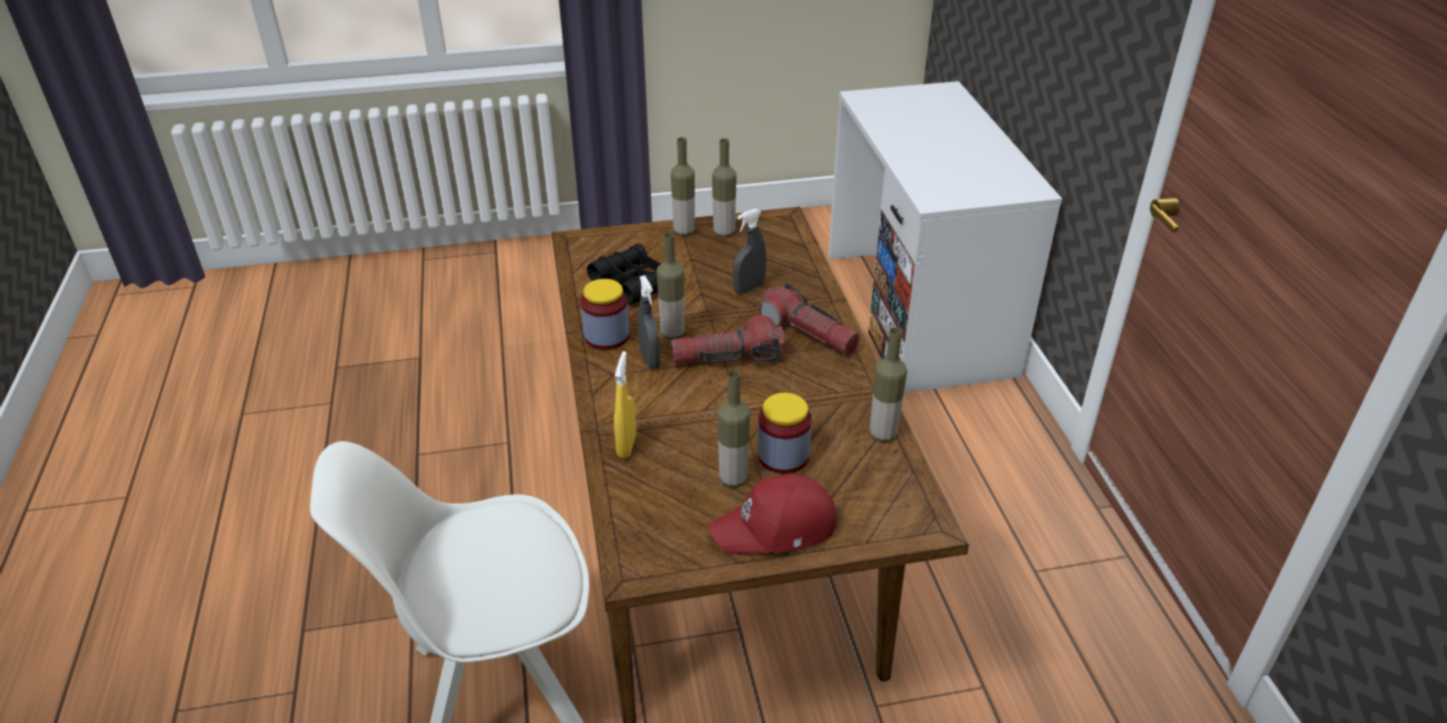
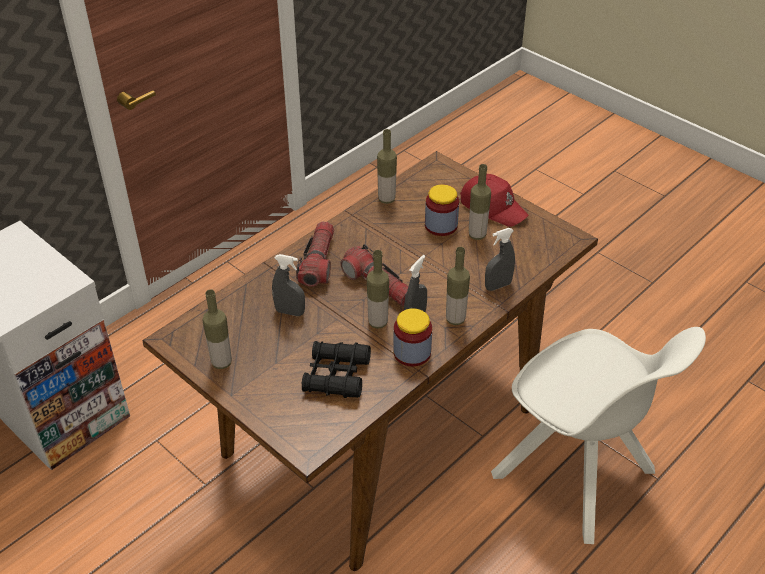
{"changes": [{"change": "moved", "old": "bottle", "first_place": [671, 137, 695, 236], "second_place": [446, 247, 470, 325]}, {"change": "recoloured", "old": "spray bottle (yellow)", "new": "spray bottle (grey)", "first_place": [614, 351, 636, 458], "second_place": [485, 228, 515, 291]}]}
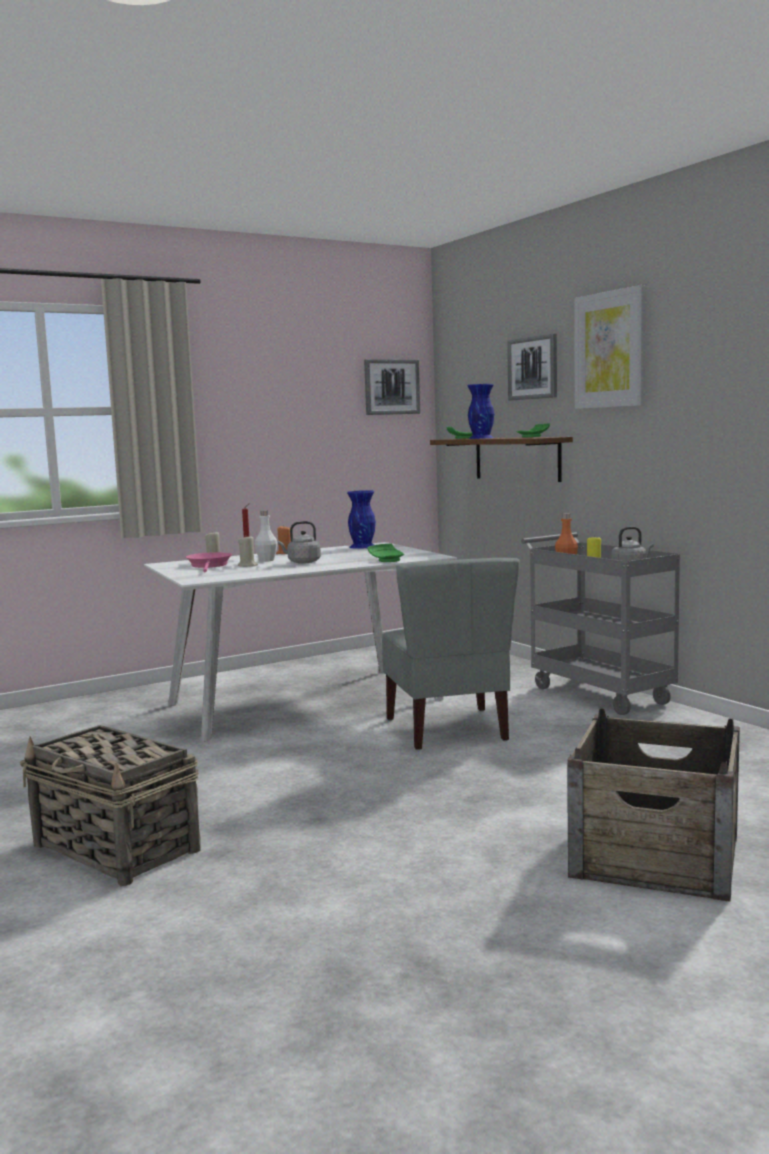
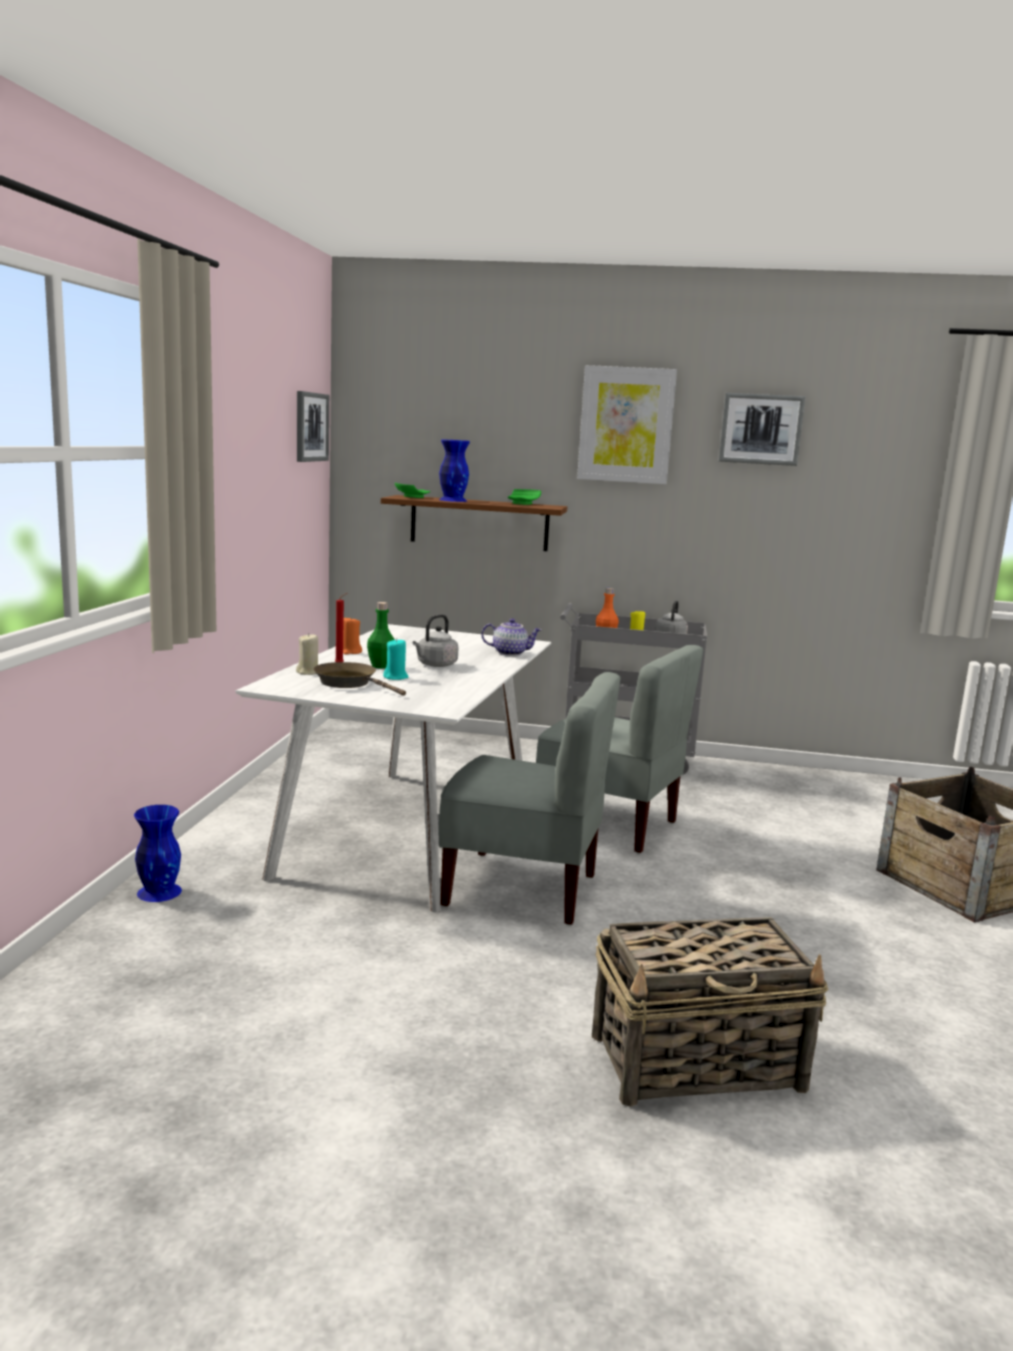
{"changes": [{"change": "moved", "old": "picture", "first_place": [507, 334, 557, 400], "second_place": [719, 393, 806, 466]}, {"change": "moved", "old": "vase (blue)", "first_place": [347, 490, 376, 549], "second_place": [134, 805, 182, 902]}, {"change": "recoloured", "old": "bottle (white)", "new": "bottle (green)", "first_place": [254, 510, 278, 562], "second_place": [367, 602, 395, 669]}, {"change": "recoloured", "old": "candle (beige)", "new": "candle (turquoise)", "first_place": [238, 537, 258, 567], "second_place": [383, 638, 408, 680]}, {"change": "replaced", "old": "plate (green)", "new": "teapot", "first_place": [368, 544, 405, 562], "second_place": [481, 618, 541, 656]}, {"change": "recoloured", "old": "frying pan (pink)", "new": "frying pan (brown)", "first_place": [186, 552, 232, 572], "second_place": [313, 662, 406, 696]}, {"change": "added", "new": "chair (grey)", "second_place": [439, 672, 621, 925]}]}
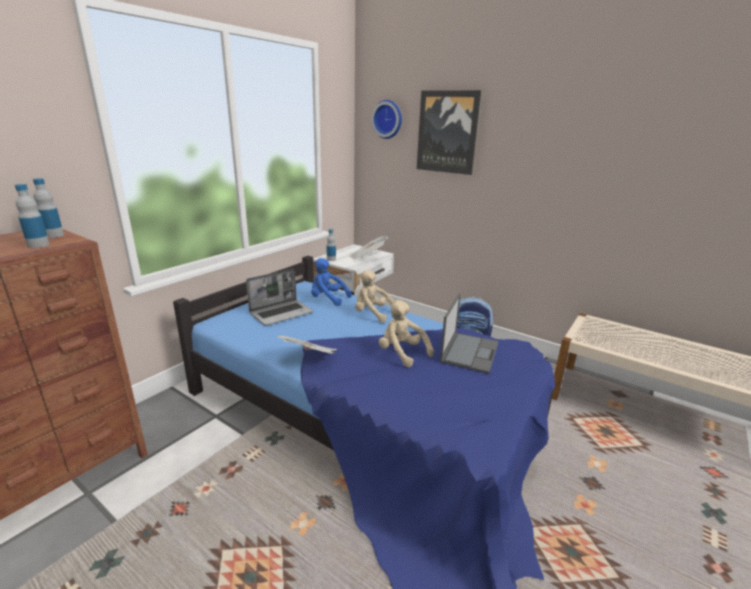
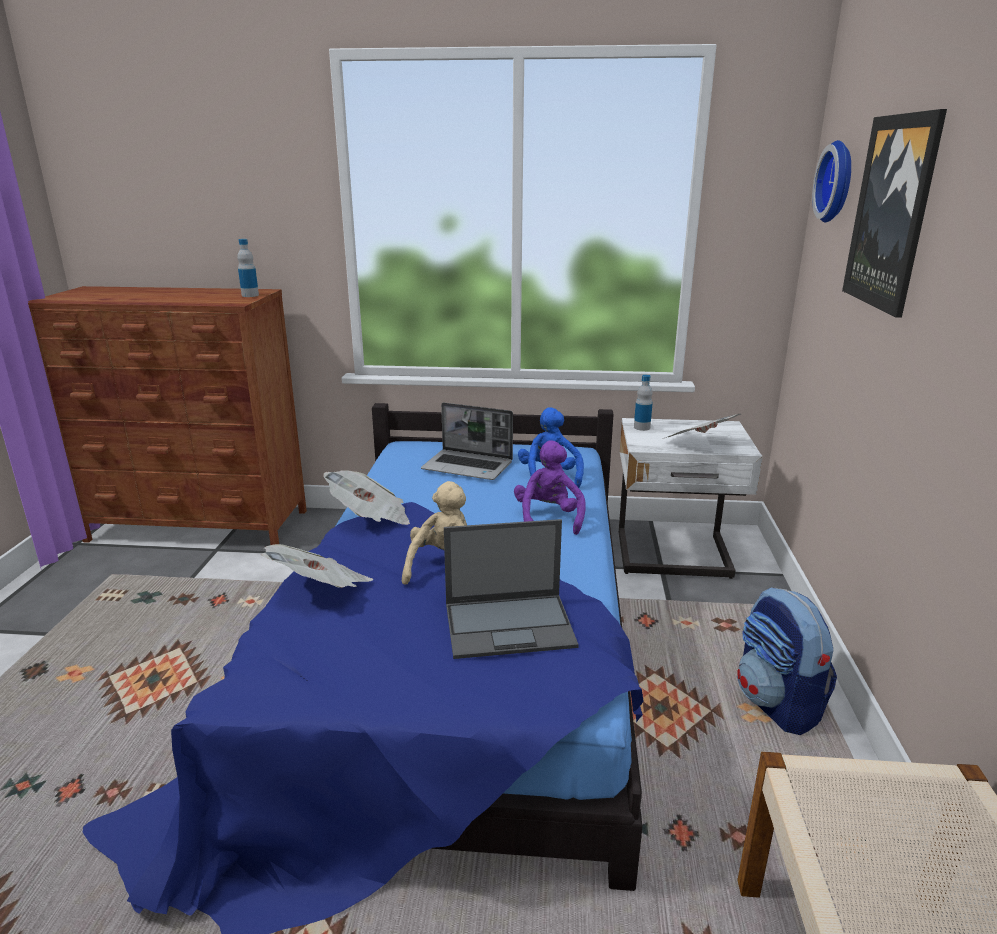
{"changes": [{"change": "removed", "old": "bottle", "first_place": [15, 184, 50, 248]}, {"change": "recoloured", "old": "plush toy (beige)", "new": "plush toy (purple)", "first_place": [355, 270, 394, 322], "second_place": [514, 440, 586, 535]}, {"change": "added", "new": "newspaper", "second_place": [261, 544, 373, 588]}]}
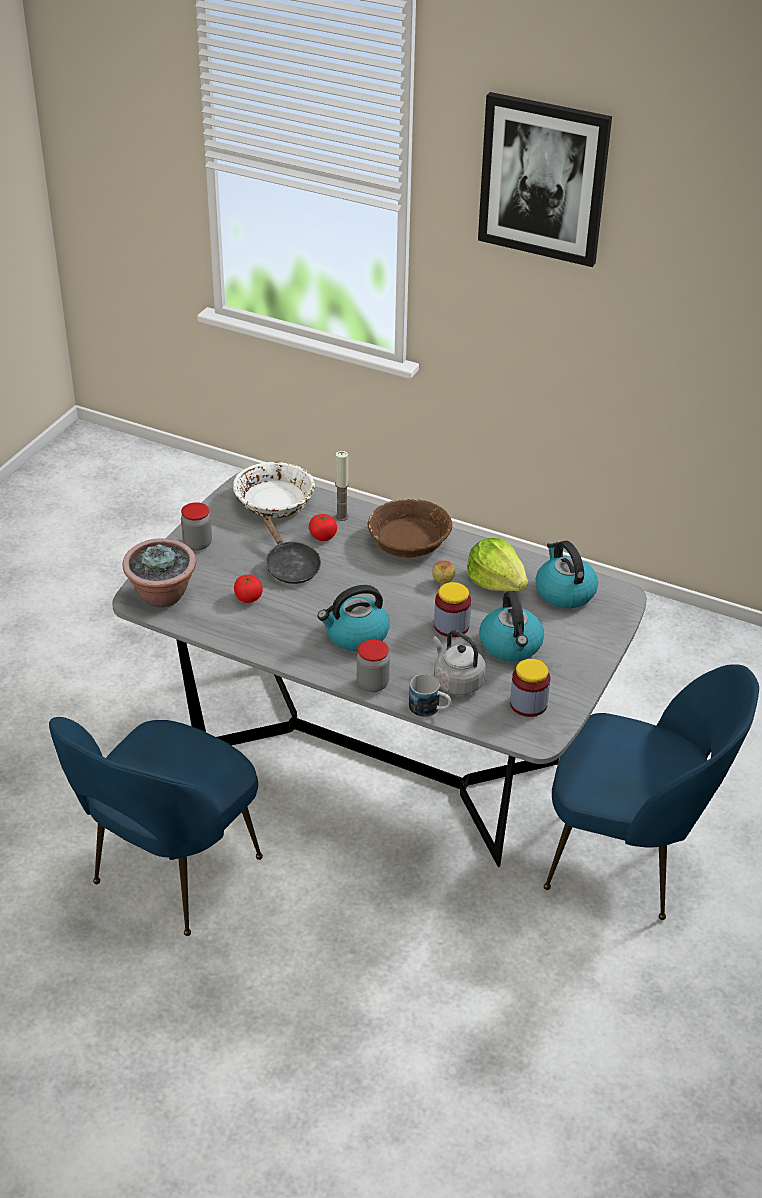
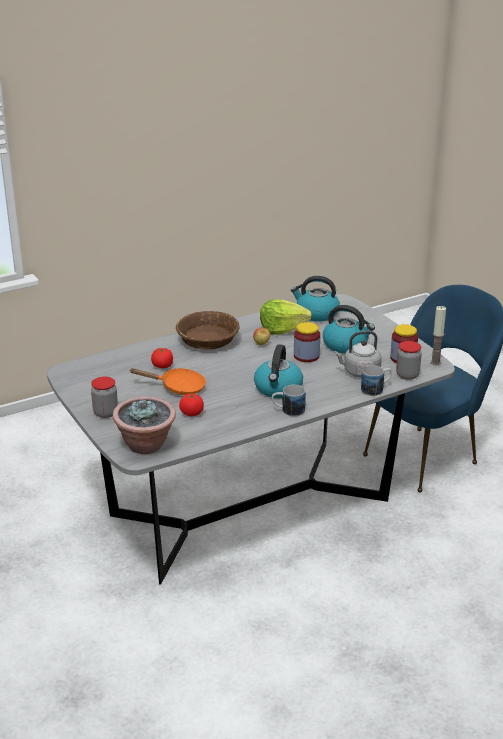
{"changes": [{"change": "removed", "old": "picture", "first_place": [478, 92, 612, 267]}, {"change": "moved", "old": "candle", "first_place": [335, 451, 349, 521], "second_place": [430, 306, 446, 365]}, {"change": "removed", "old": "bowl (white)", "first_place": [233, 462, 315, 518]}, {"change": "recoloured", "old": "frying pan (black)", "new": "frying pan (orange)", "first_place": [263, 516, 321, 584], "second_place": [129, 368, 206, 395]}, {"change": "moved", "old": "jar", "first_place": [357, 640, 390, 692], "second_place": [396, 341, 422, 380]}, {"change": "removed", "old": "chair (blue)", "first_place": [49, 717, 263, 936]}, {"change": "added", "new": "mug", "second_place": [272, 385, 306, 416]}]}
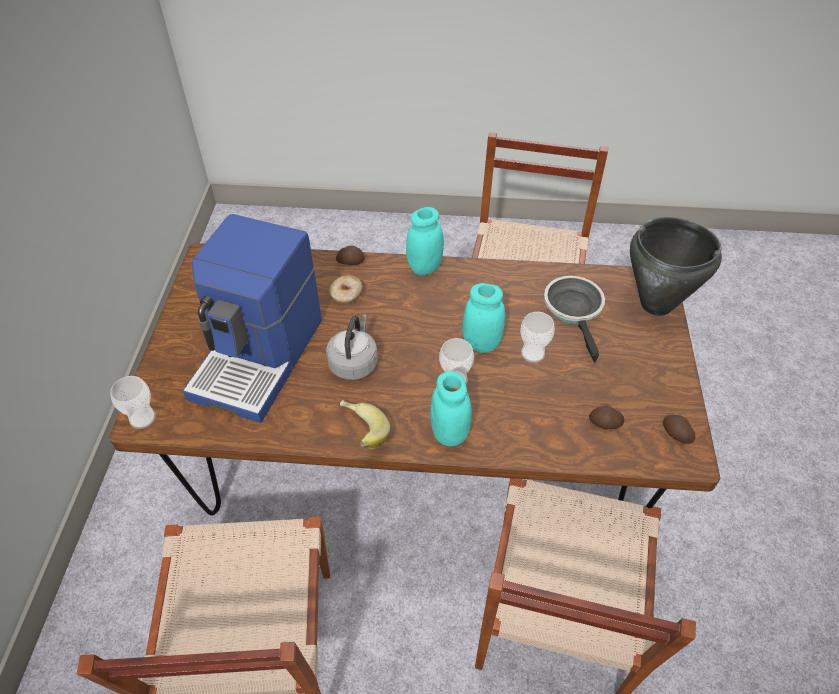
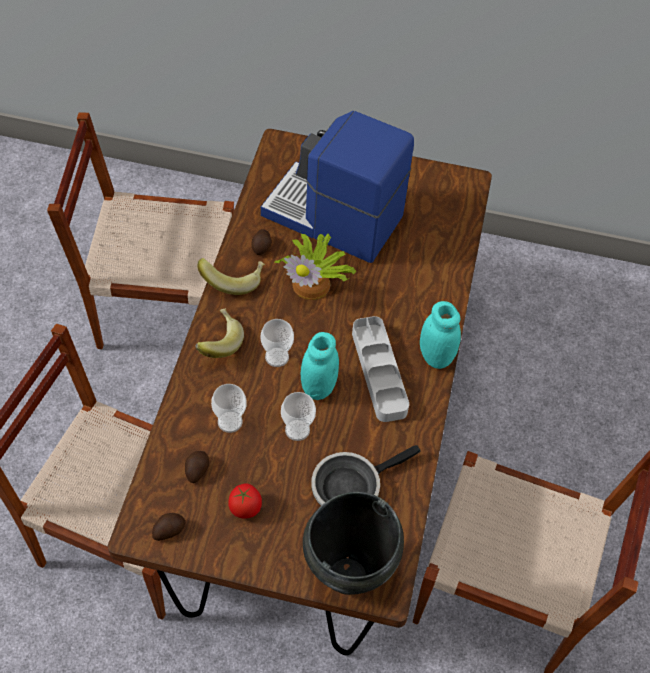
{"changes": [{"change": "moved", "old": "potato", "first_place": [336, 245, 365, 265], "second_place": [252, 229, 272, 255]}, {"change": "removed", "old": "donut", "first_place": [329, 275, 363, 304]}, {"change": "turned", "old": "frying pan", "first_place": [544, 276, 605, 363], "second_place": [311, 445, 421, 506], "degrees": 150}, {"change": "replaced", "old": "kettle (grey)", "new": "potted plant", "first_place": [326, 314, 378, 380], "second_place": [274, 233, 356, 300]}, {"change": "replaced", "old": "jar (turquoise)", "new": "banana", "first_place": [430, 371, 472, 446], "second_place": [195, 308, 244, 358]}, {"change": "moved", "old": "cup", "first_place": [110, 376, 156, 429], "second_place": [211, 384, 246, 433]}, {"change": "added", "new": "tray (grey)", "second_place": [352, 316, 409, 422]}, {"change": "added", "new": "tomato", "second_place": [228, 483, 262, 519]}]}
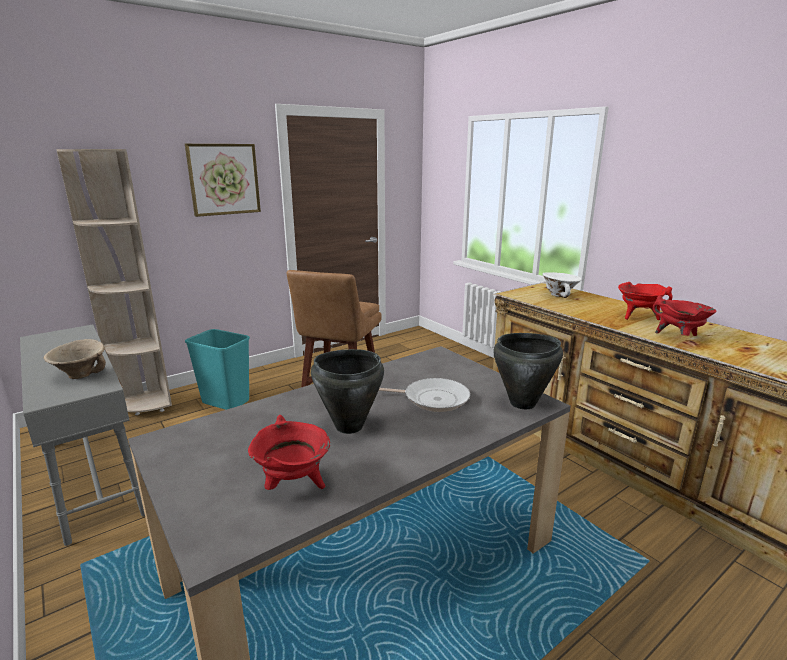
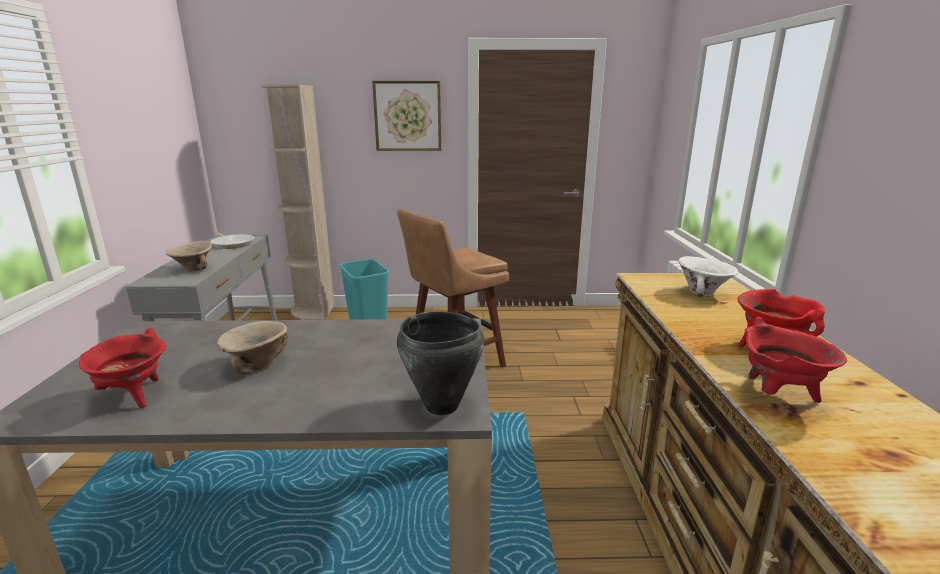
{"changes": [{"change": "replaced", "old": "cooking pot (black)", "new": "bowl (beige)", "first_place": [311, 349, 384, 434], "second_place": [217, 321, 288, 374]}, {"change": "moved", "old": "frying pan", "first_place": [378, 378, 470, 412], "second_place": [210, 232, 255, 249]}]}
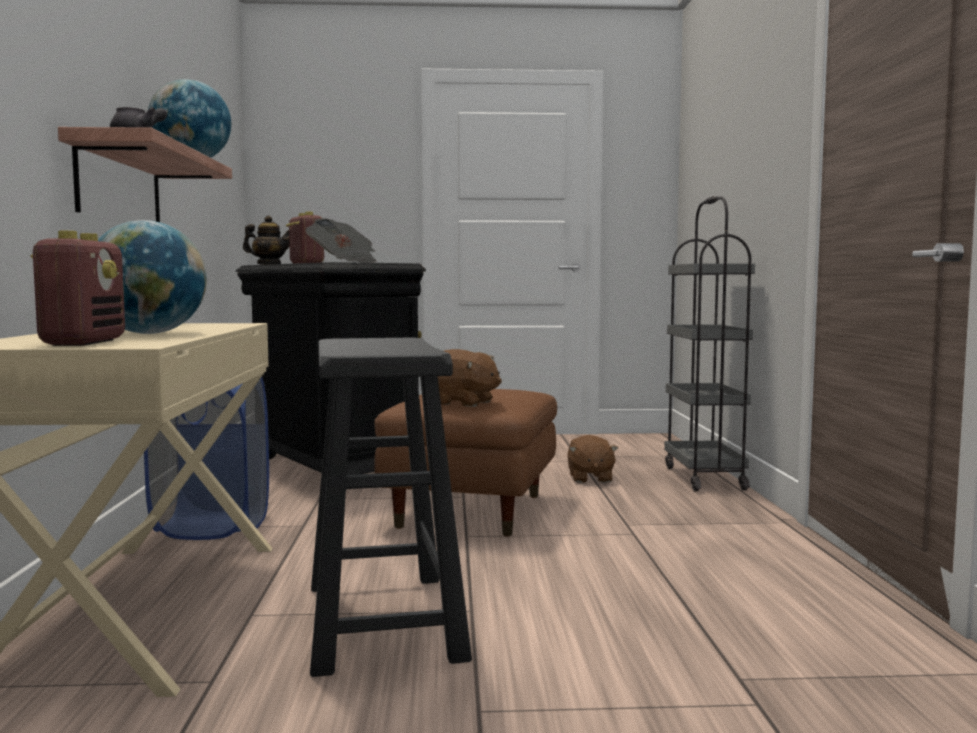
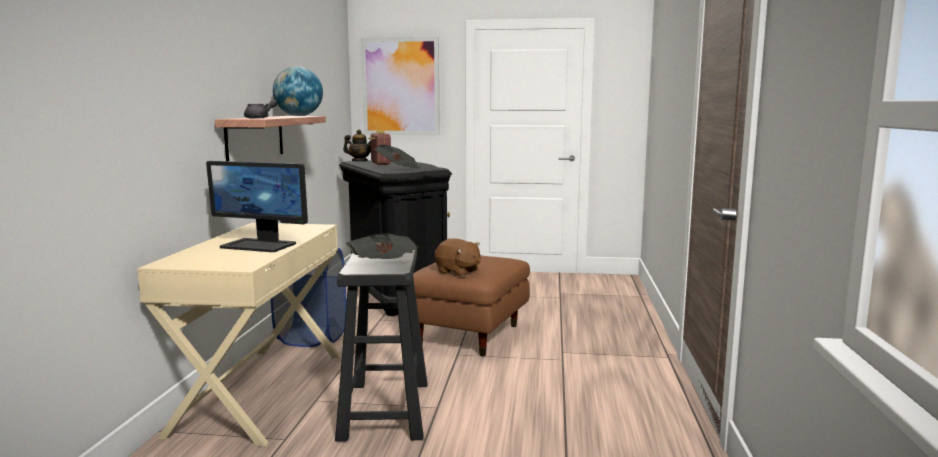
{"changes": [{"change": "removed", "old": "cart (grey)", "first_place": [664, 196, 755, 491]}, {"change": "replaced", "old": "globe", "new": "monitor", "first_place": [98, 220, 207, 334], "second_place": [206, 161, 308, 252]}, {"change": "removed", "old": "radio", "first_place": [30, 231, 125, 346]}, {"change": "removed", "old": "plush toy (brown)", "first_place": [567, 435, 618, 483]}, {"change": "added", "new": "picture", "second_place": [361, 37, 440, 135]}, {"change": "added", "new": "newspaper", "second_place": [346, 233, 418, 259]}]}
